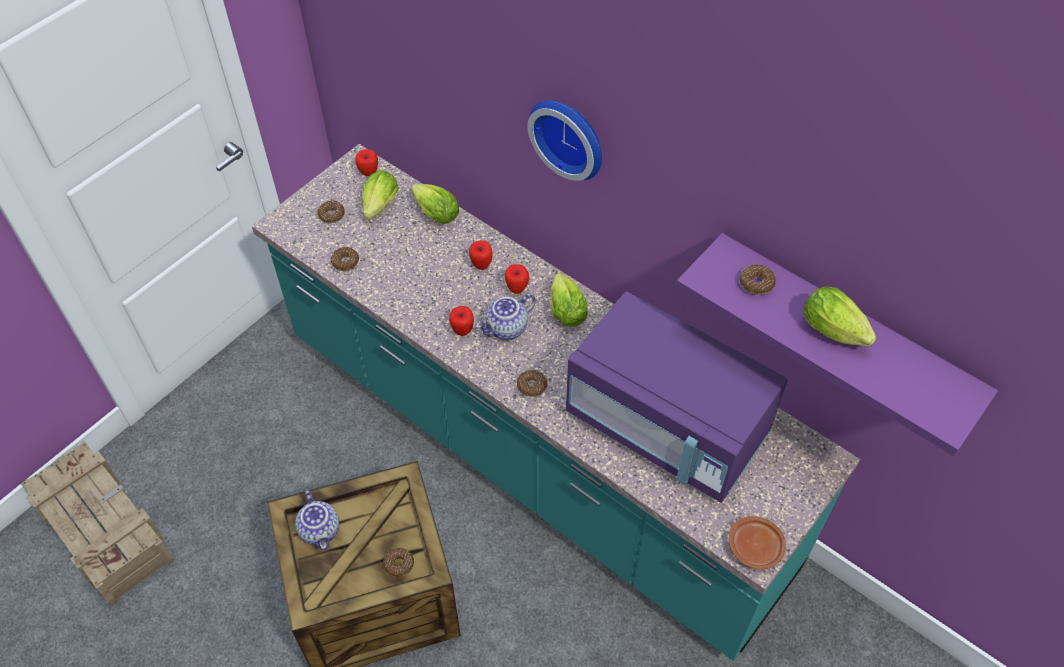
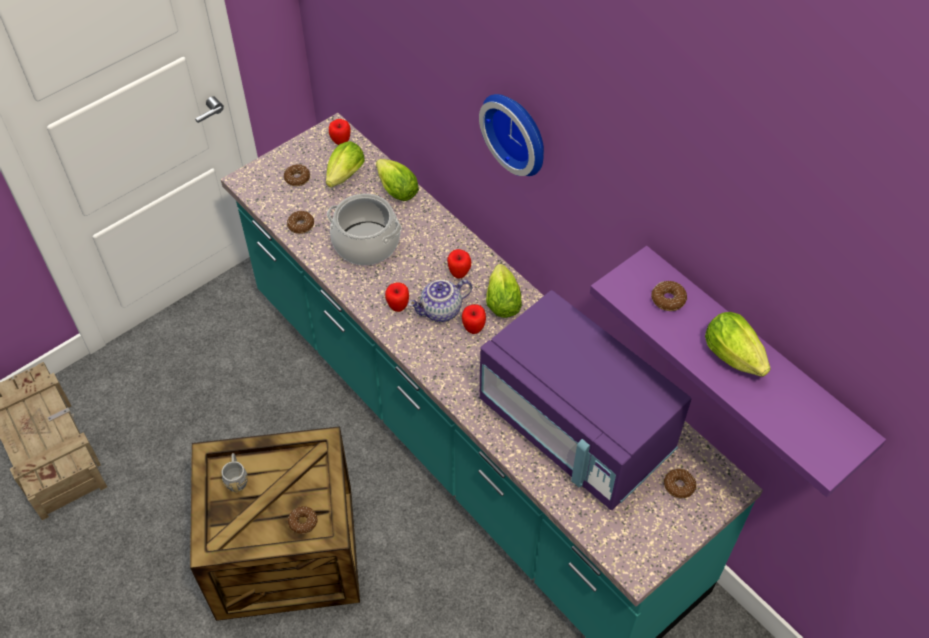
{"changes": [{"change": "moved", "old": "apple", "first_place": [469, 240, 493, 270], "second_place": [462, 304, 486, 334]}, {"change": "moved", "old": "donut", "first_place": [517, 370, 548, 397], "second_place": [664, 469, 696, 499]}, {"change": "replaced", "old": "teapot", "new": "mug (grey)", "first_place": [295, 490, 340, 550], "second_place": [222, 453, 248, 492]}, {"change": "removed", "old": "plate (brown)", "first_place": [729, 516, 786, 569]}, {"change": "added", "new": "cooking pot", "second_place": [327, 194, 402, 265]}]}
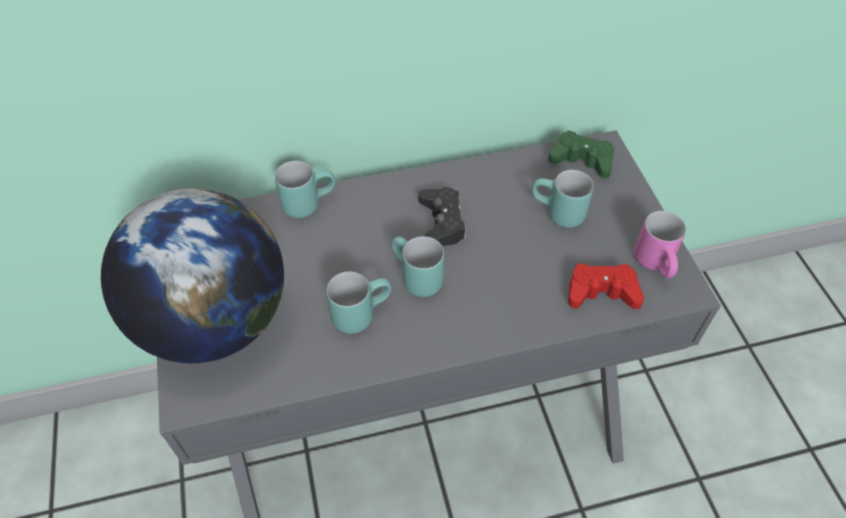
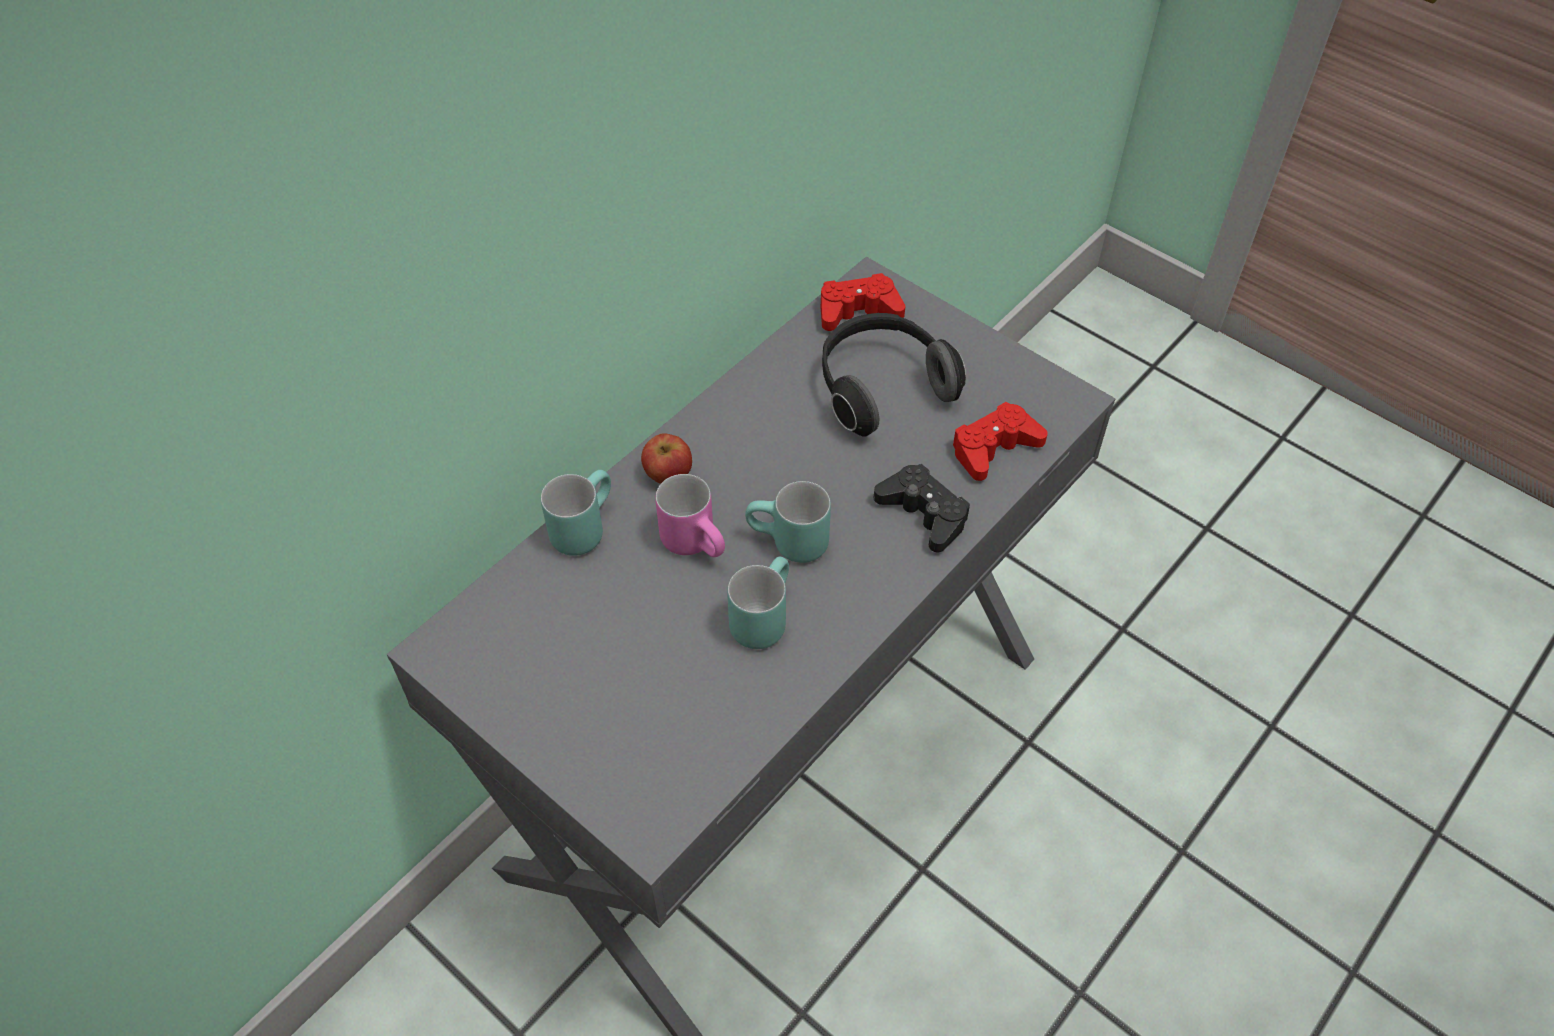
{"changes": [{"change": "recoloured", "old": "game controller (green)", "new": "game controller (red)", "first_place": [548, 130, 614, 179], "second_place": [820, 273, 905, 331]}, {"change": "replaced", "old": "mug (turquoise)", "new": "headphones", "first_place": [532, 170, 594, 228], "second_place": [822, 313, 966, 437]}, {"change": "moved", "old": "game controller (black)", "first_place": [418, 187, 466, 246], "second_place": [874, 464, 970, 552]}, {"change": "removed", "old": "globe", "first_place": [101, 189, 284, 363]}, {"change": "moved", "old": "mug (pink)", "first_place": [634, 211, 686, 278], "second_place": [655, 474, 725, 557]}, {"change": "added", "new": "apple", "second_place": [641, 433, 692, 484]}]}
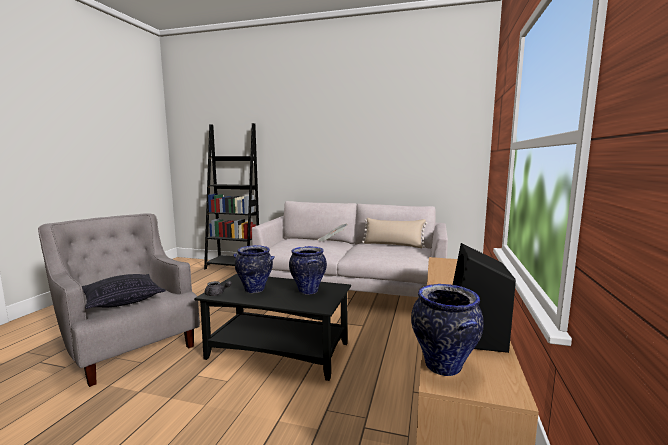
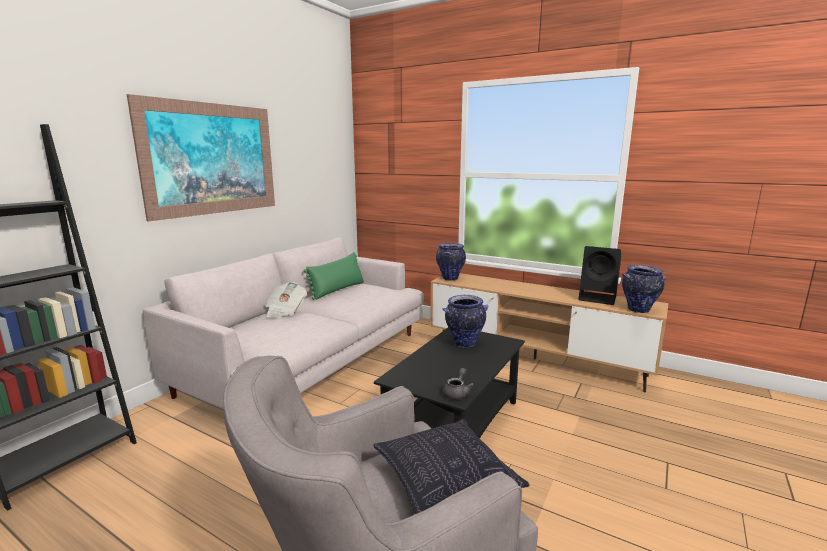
{"changes": [{"change": "recoloured", "old": "pillow (beige)", "new": "pillow (green)", "first_place": [362, 217, 427, 248], "second_place": [304, 252, 364, 300]}, {"change": "moved", "old": "vase", "first_place": [233, 245, 275, 293], "second_place": [436, 243, 466, 281]}, {"change": "added", "new": "picture", "second_place": [127, 94, 275, 221]}]}
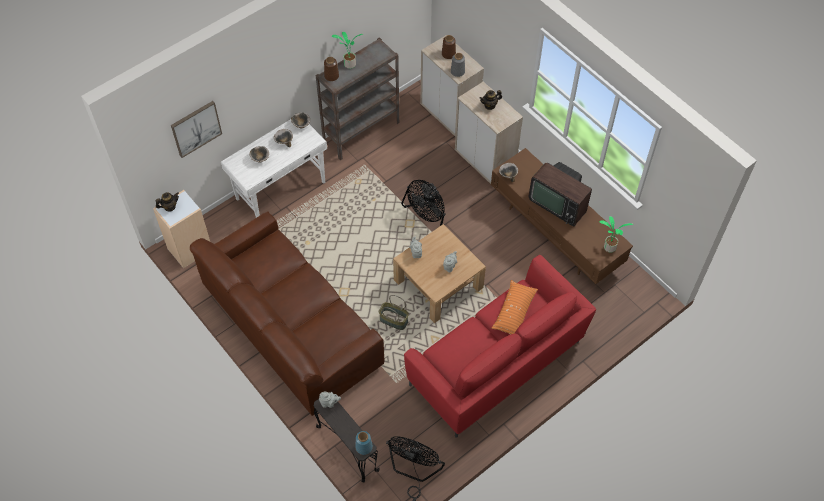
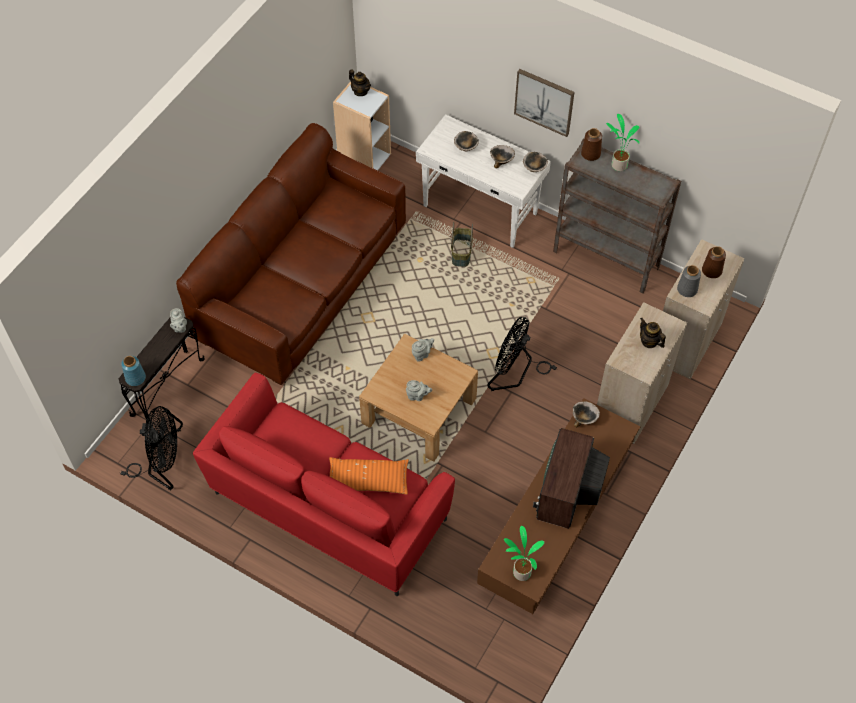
{"changes": [{"change": "moved", "old": "picture", "first_place": [171, 101, 222, 158], "second_place": [514, 69, 575, 137]}, {"change": "moved", "old": "basket", "first_place": [379, 295, 409, 330], "second_place": [451, 222, 473, 267]}]}
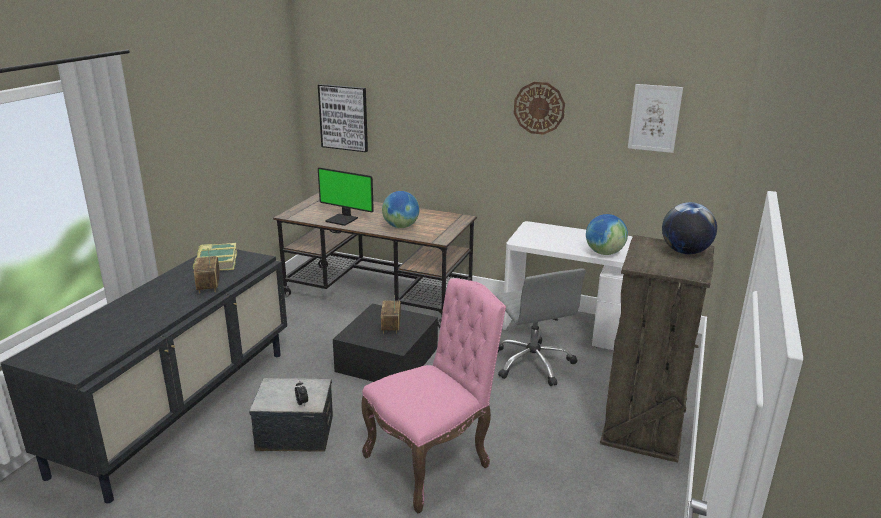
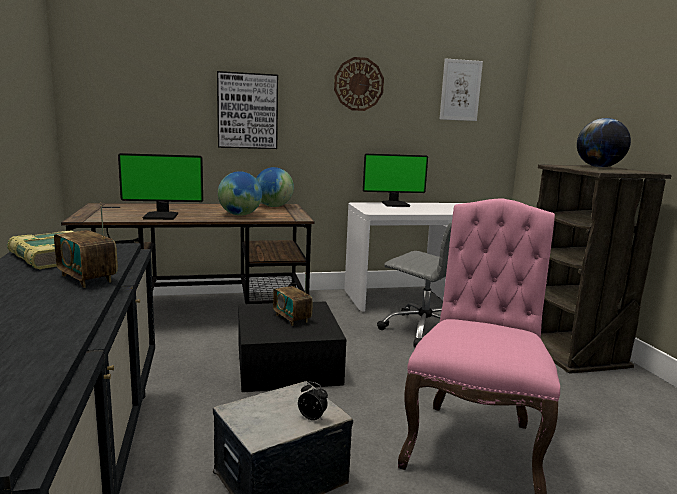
{"changes": [{"change": "moved", "old": "picture", "first_place": [318, 84, 368, 152], "second_place": [217, 71, 278, 149]}, {"change": "moved", "old": "globe", "first_place": [586, 214, 628, 255], "second_place": [256, 167, 294, 207]}, {"change": "added", "new": "monitor", "second_place": [363, 154, 428, 207]}]}
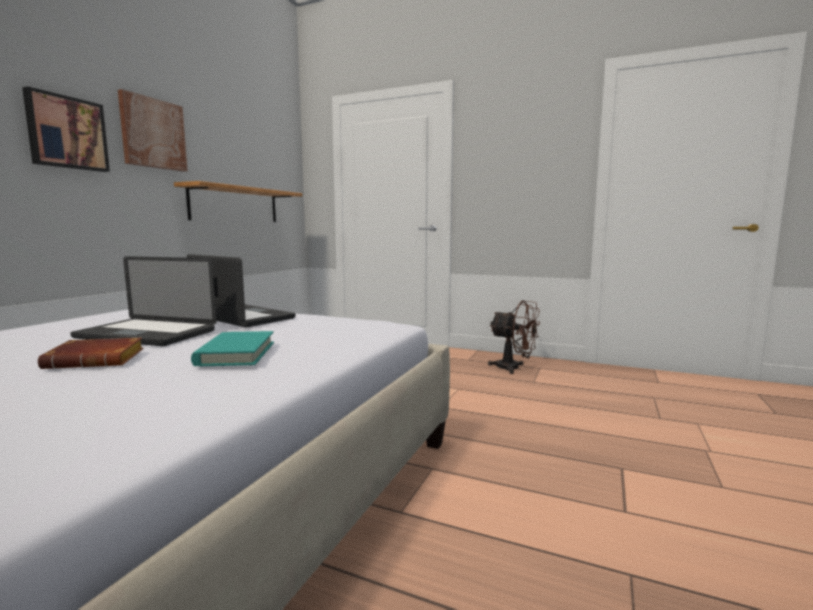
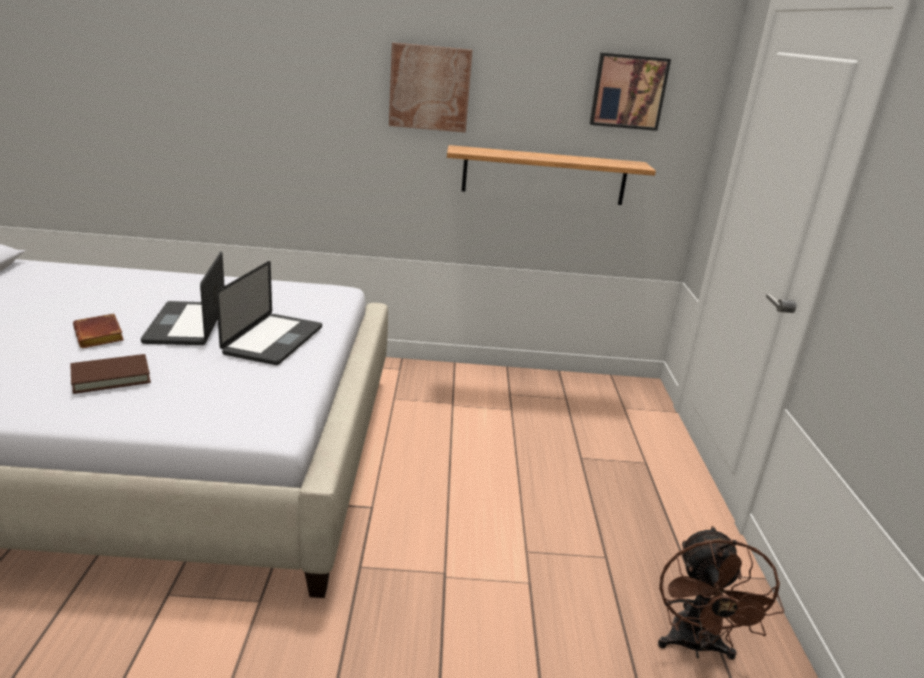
{"changes": [{"change": "moved", "old": "picture", "first_place": [22, 86, 110, 172], "second_place": [590, 52, 671, 131]}, {"change": "recoloured", "old": "book (turquoise)", "new": "book (brown)", "first_place": [191, 331, 274, 366], "second_place": [71, 354, 151, 394]}]}
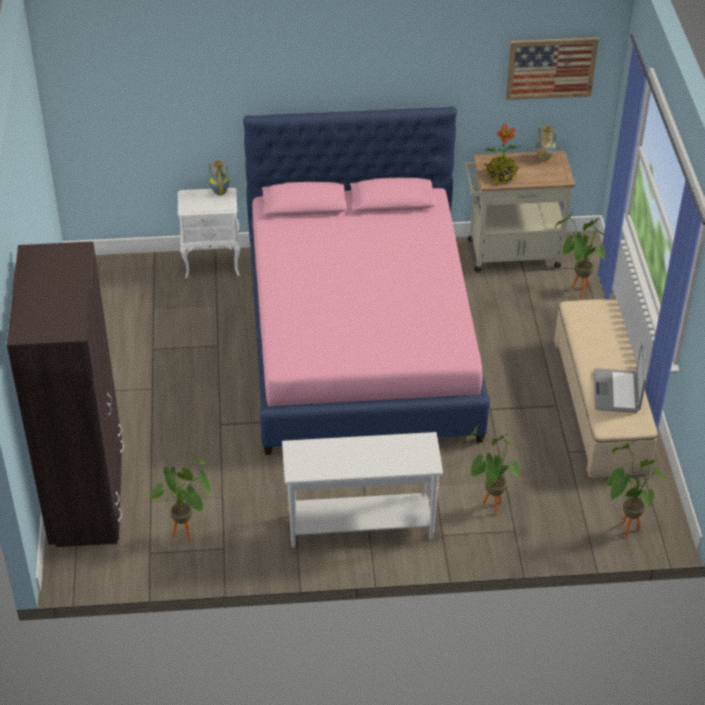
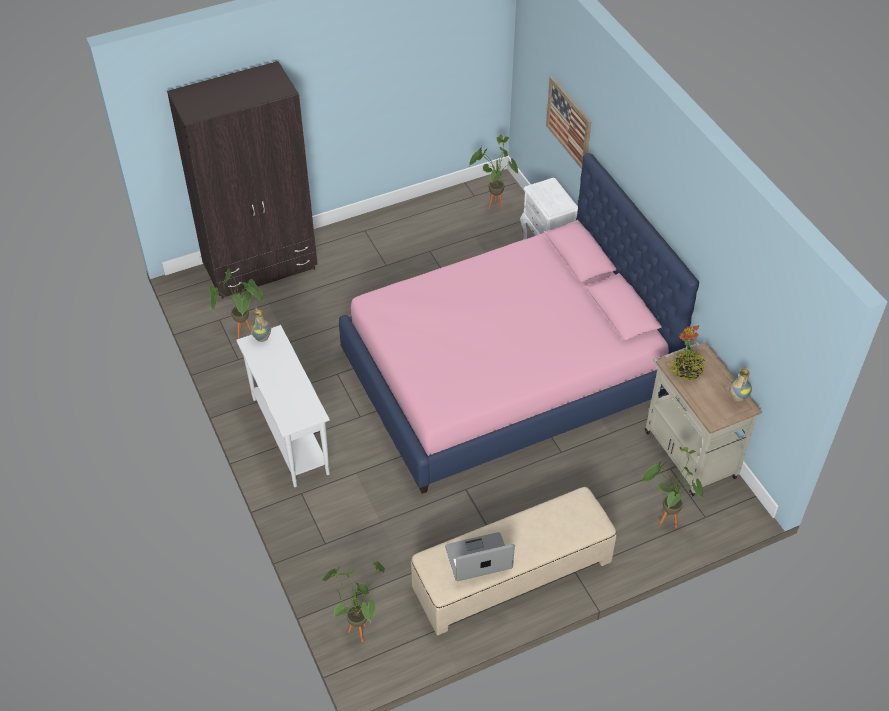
{"changes": [{"change": "moved", "old": "picture", "first_place": [505, 37, 599, 100], "second_place": [546, 76, 591, 169]}, {"change": "moved", "old": "vase", "first_place": [209, 161, 230, 195], "second_place": [250, 307, 271, 342]}, {"change": "moved", "old": "potted plant", "first_place": [459, 424, 520, 516], "second_place": [469, 135, 518, 209]}]}
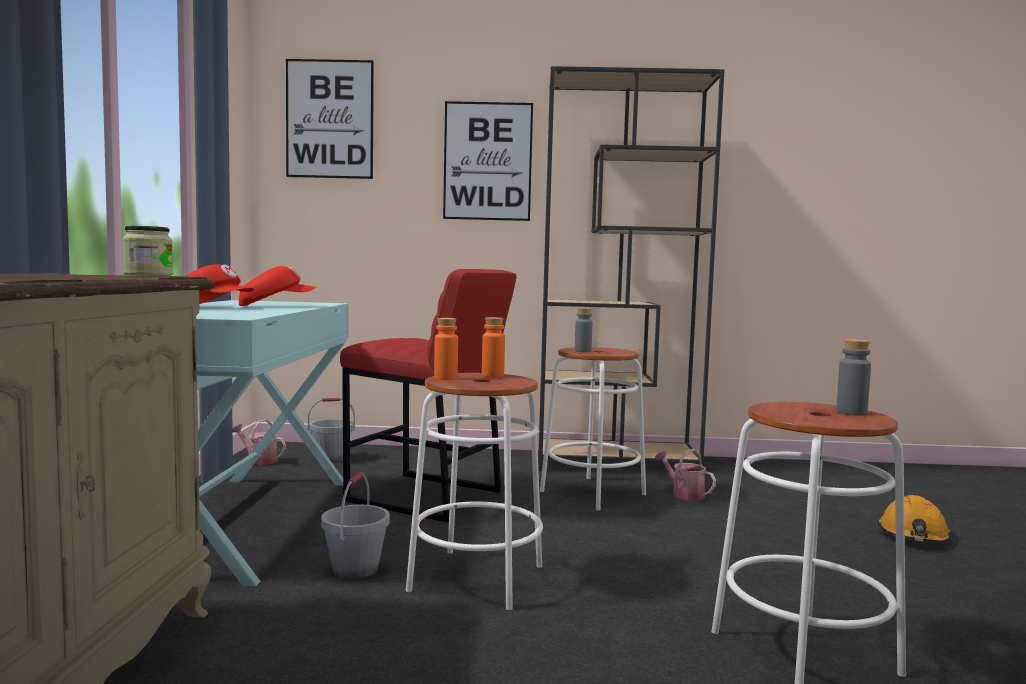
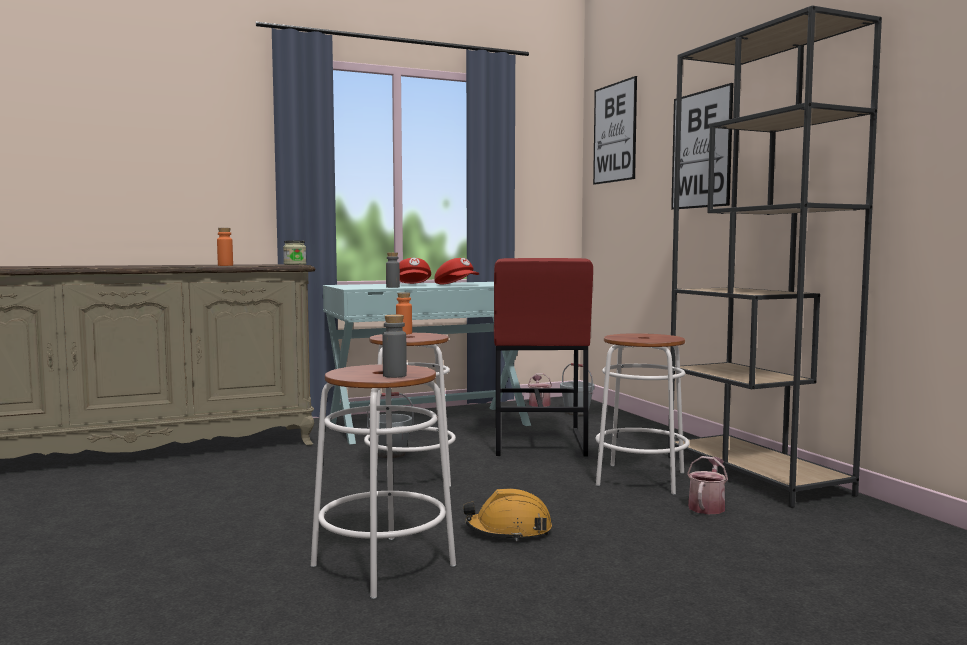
{"changes": [{"change": "moved", "old": "bottle (grey)", "first_place": [575, 308, 592, 352], "second_place": [386, 252, 400, 288]}, {"change": "moved", "old": "bottle (orange)", "first_place": [482, 317, 505, 377], "second_place": [217, 228, 233, 266]}, {"change": "moved", "old": "hard hat (orange)", "first_place": [878, 495, 951, 543], "second_place": [463, 489, 552, 541]}]}
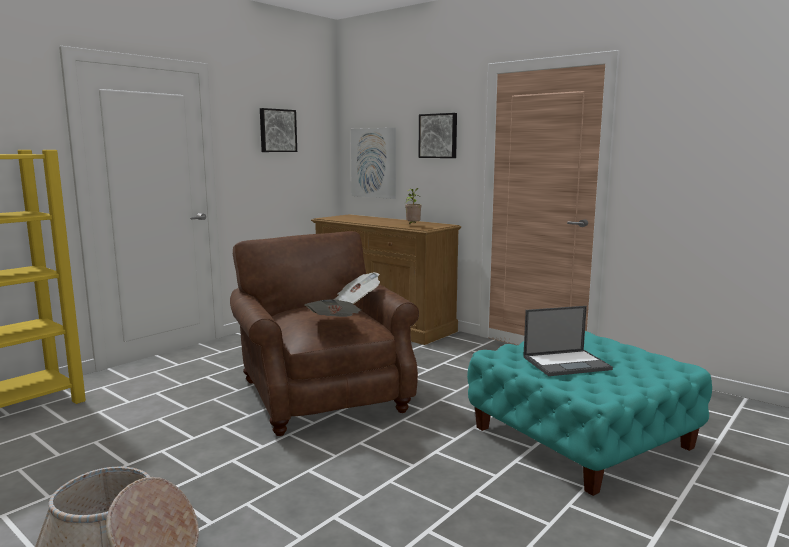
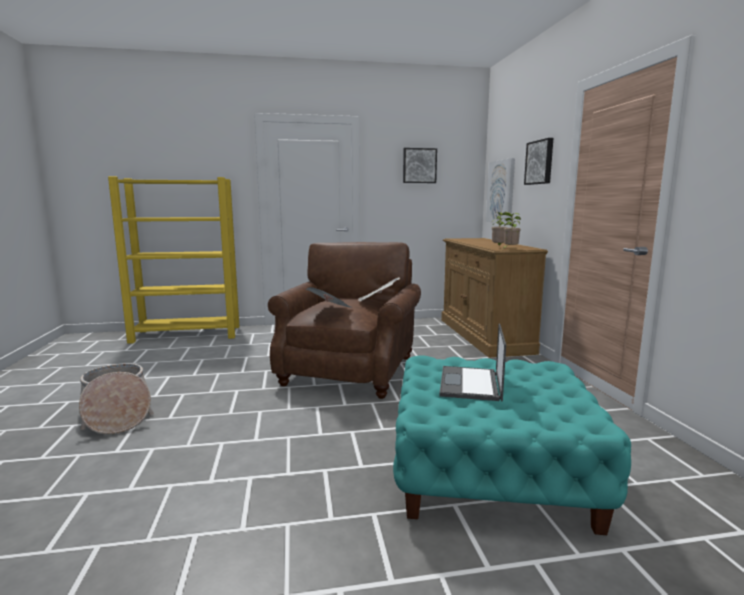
{"changes": [{"change": "turned", "old": "laptop", "first_place": [523, 306, 613, 376], "second_place": [439, 323, 506, 401], "degrees": 75}, {"change": "added", "new": "potted plant", "second_place": [503, 212, 521, 249]}]}
